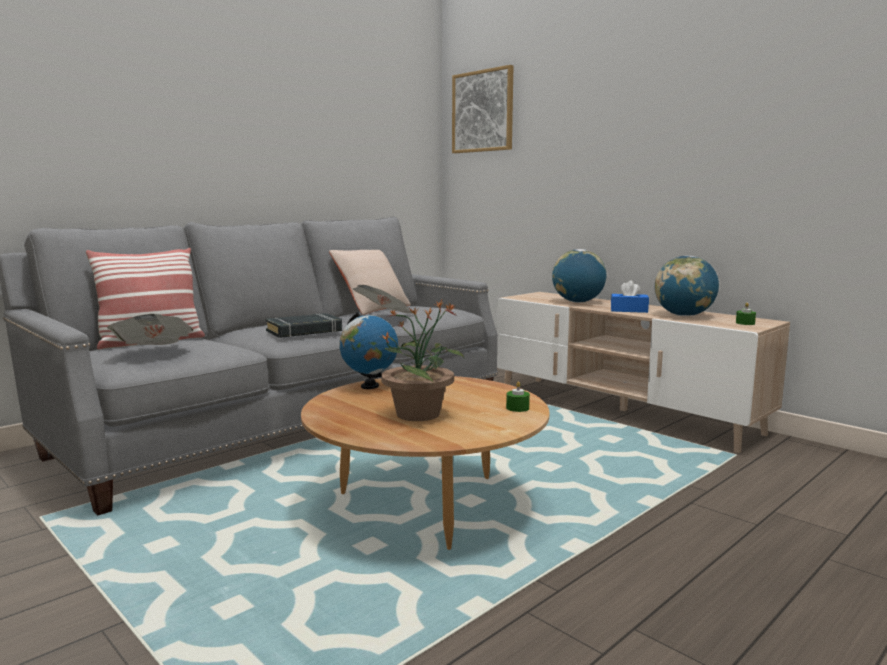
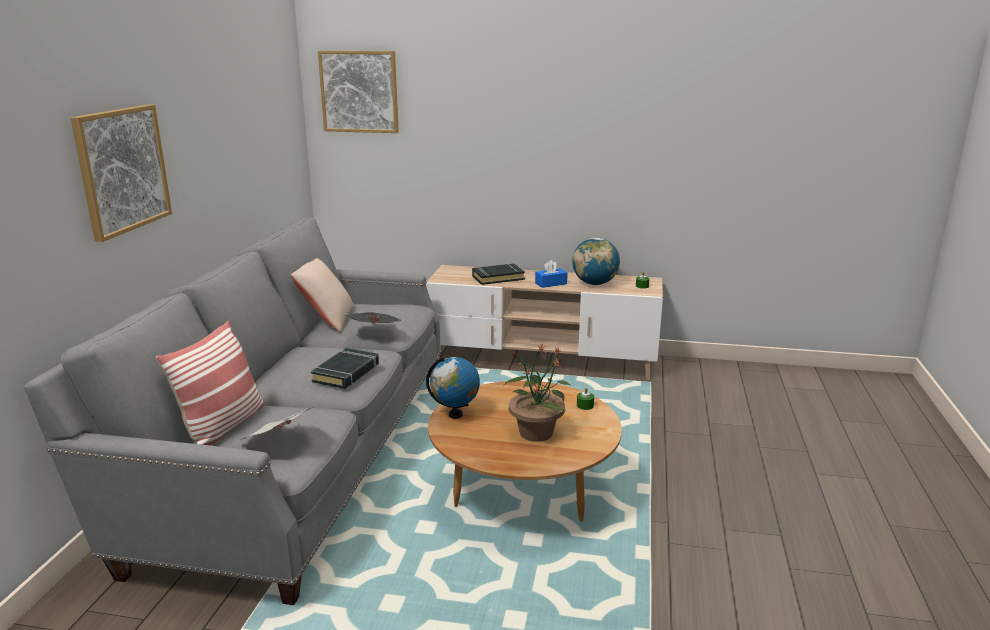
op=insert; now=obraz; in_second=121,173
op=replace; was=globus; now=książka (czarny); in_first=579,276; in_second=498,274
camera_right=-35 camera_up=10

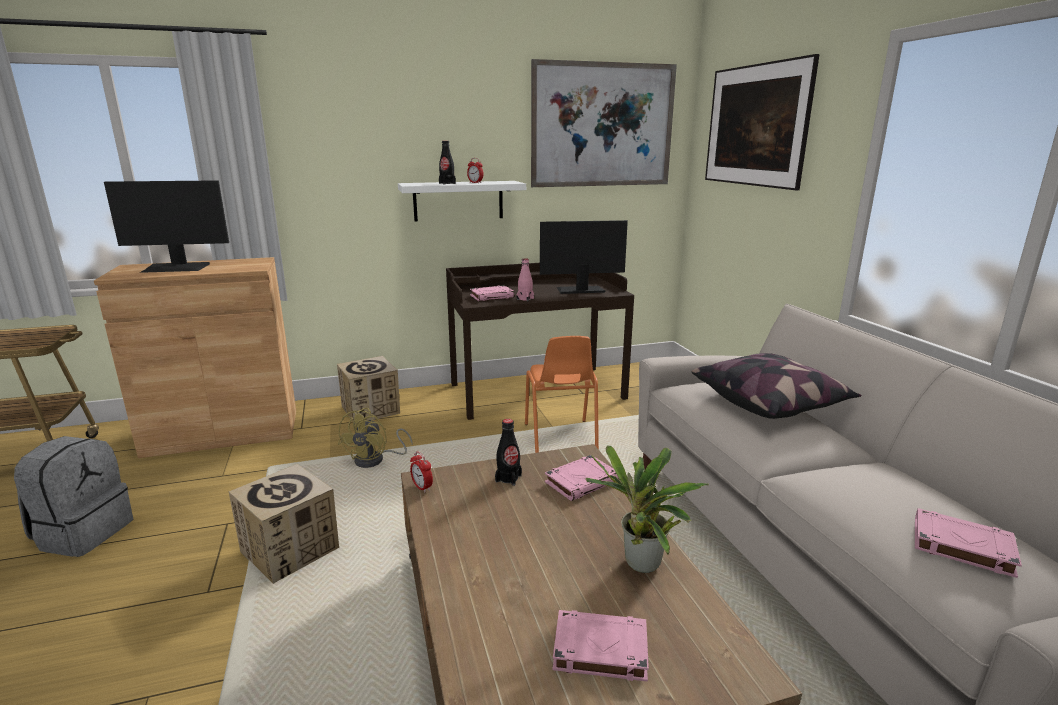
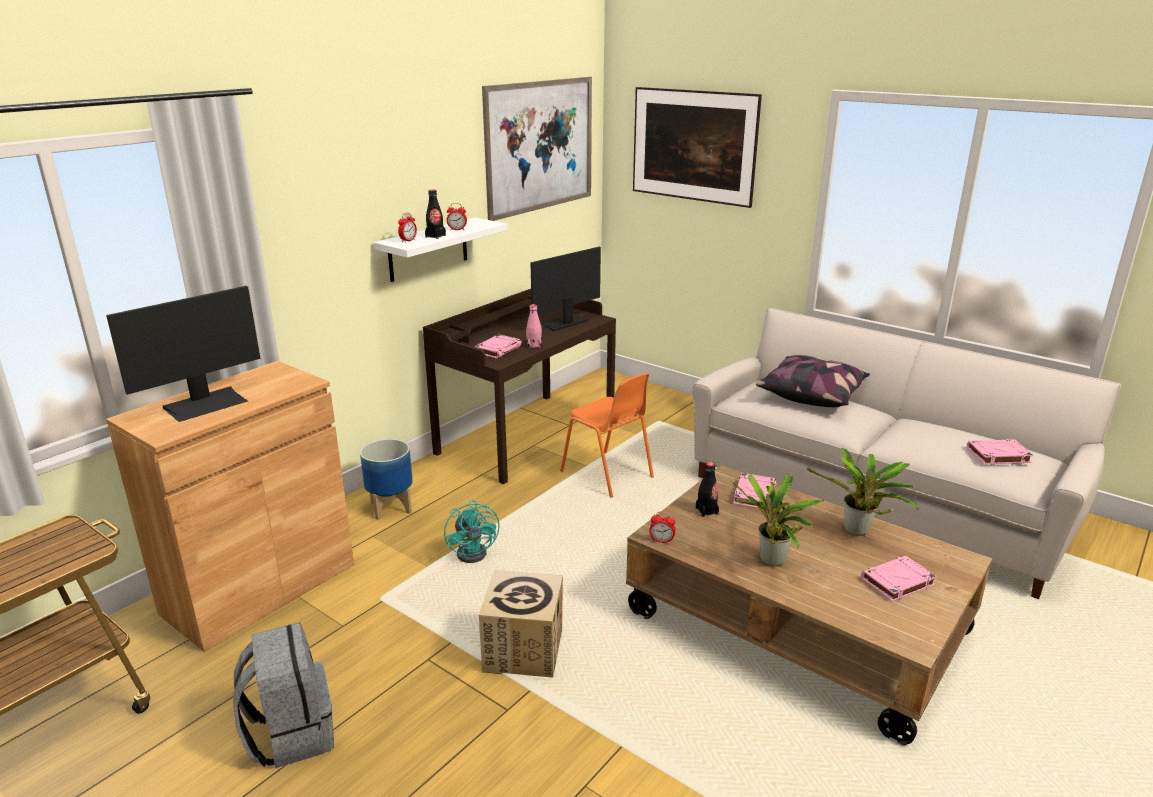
op=insert; now=budzik; in_second=407,227
op=insert; now=roślina doniczkowa; in_second=778,520
op=replace; was=karton; now=donica; in_first=368,389; in_second=386,479
op=recolor; was=wentylator (żółty); now=wentylator (turkusowy); in_first=375,438; in_second=472,531
camera_right=-35 camera_up=5

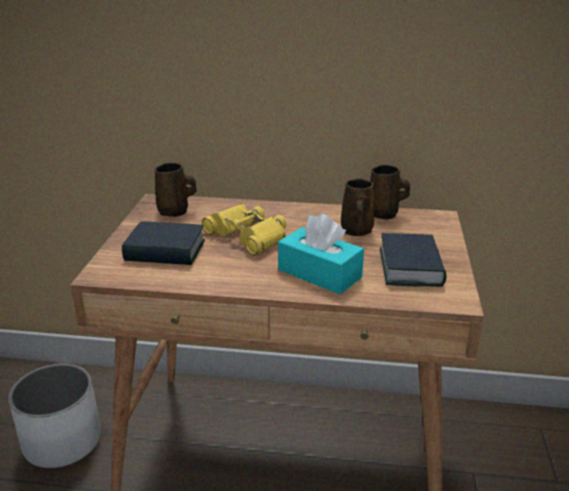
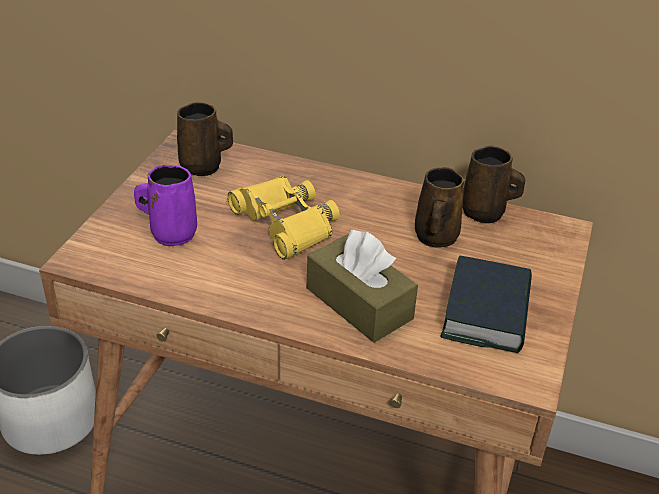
op=replace; was=książka; now=kubek (fioletowy); in_first=163,243; in_second=165,205
op=recolor; was=pudełko chusteczek (turkusowy); now=pudełko chusteczek (brązowy); in_first=321,254; in_second=362,286
camera_right=10 camera_up=10

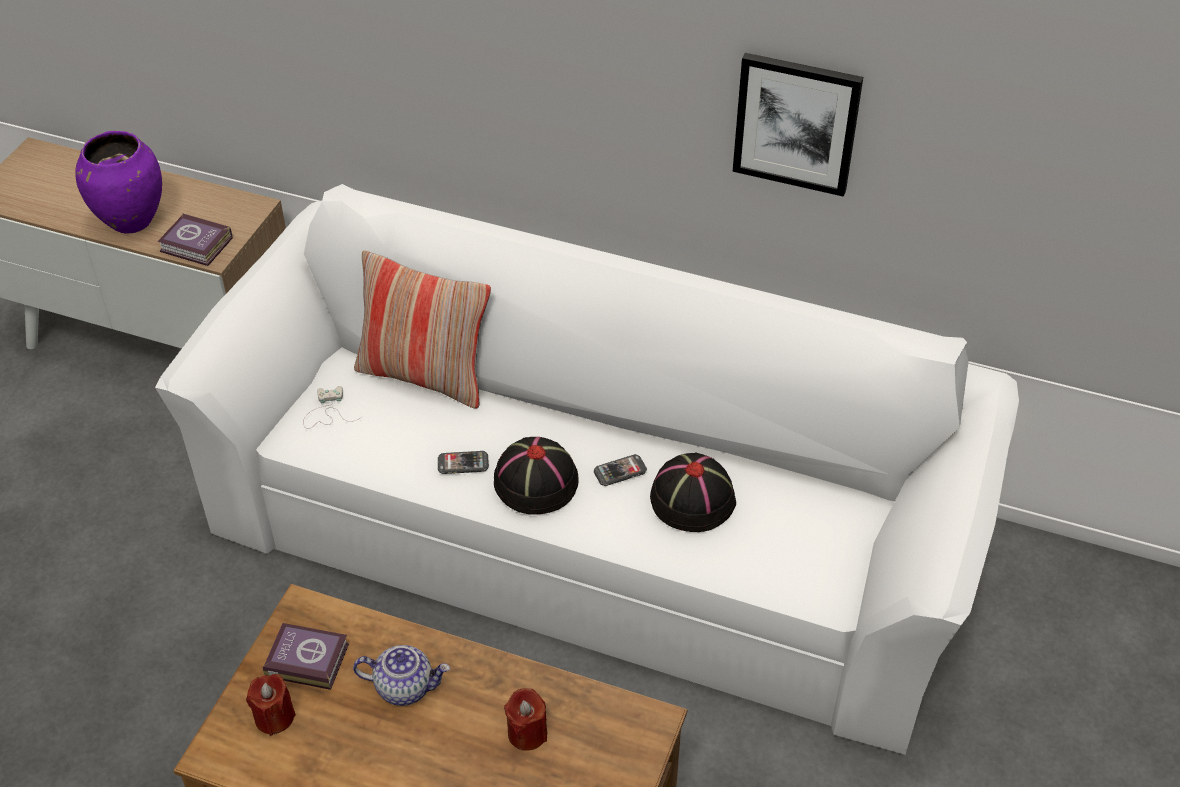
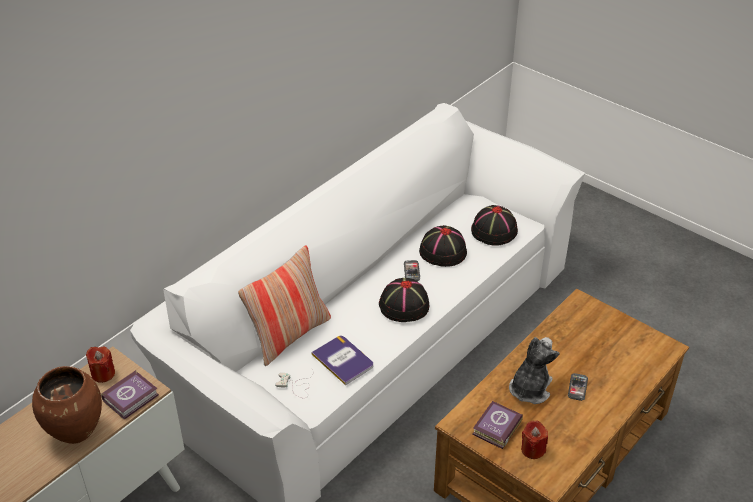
op=delete; was=obraz; in_first=797,125
op=insert; now=książka; in_second=342,360
op=insert; now=kapelusz (czarny); in_second=494,225
op=move; was=telefon; in_first=463,462; in_second=578,387
op=move; was=świeca (czerwony); in_first=525,719; in_second=100,365
op=replace; was=imbryk; now=pluszak; in_first=401,675; in_second=534,370
op=recolor; was=wazon (fioletowy); now=wazon (brązowy); in_first=118,182; in_second=67,405
camera_right=-70 camera_up=-5

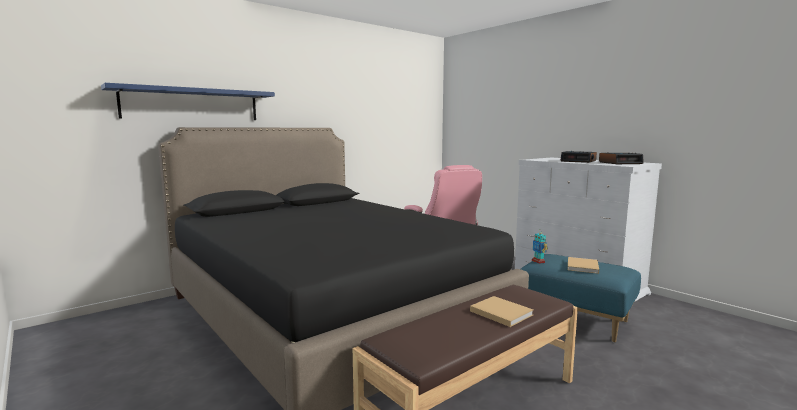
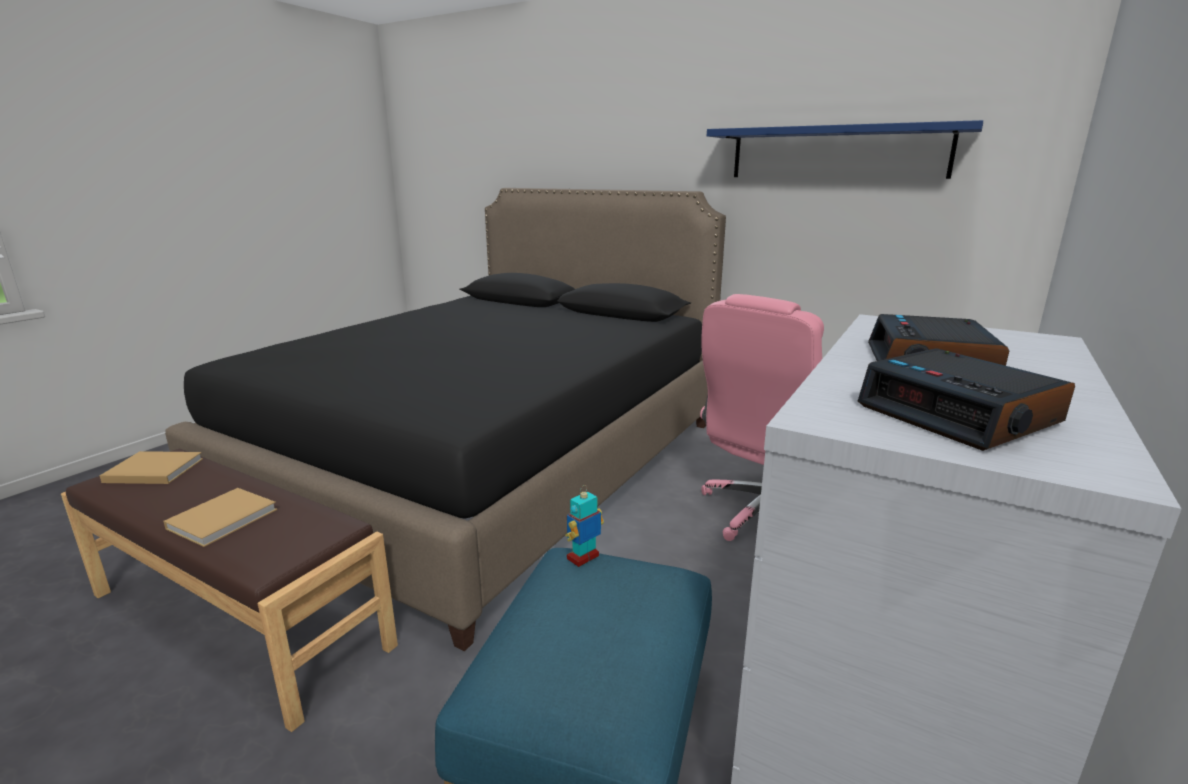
op=move; was=półka (niebieski); in_first=188,101; in_second=845,149
op=move; was=książka (beżowy); in_first=583,265; in_second=151,467
camera_right=70 camera_up=10

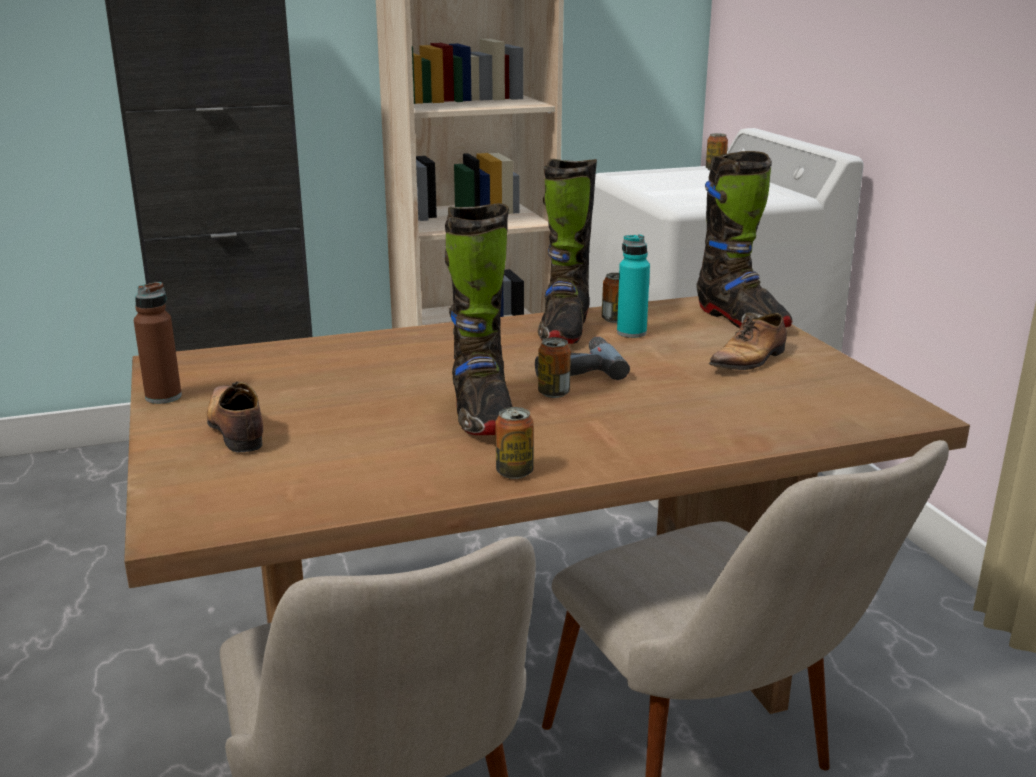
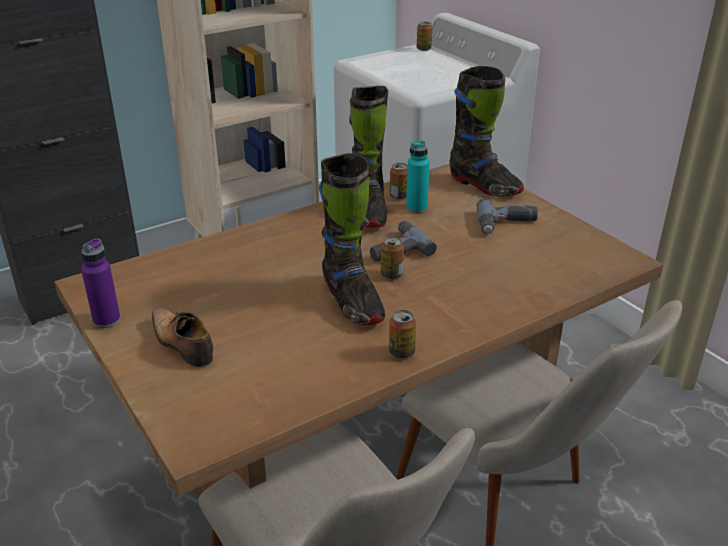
op=replace; was=but; now=wiertarka; in_first=748,345; in_second=507,216
op=recolor; was=butelka (brązowy); now=butelka (fioletowy); in_first=158,343; in_second=101,283
camera_right=-15 camera_up=10

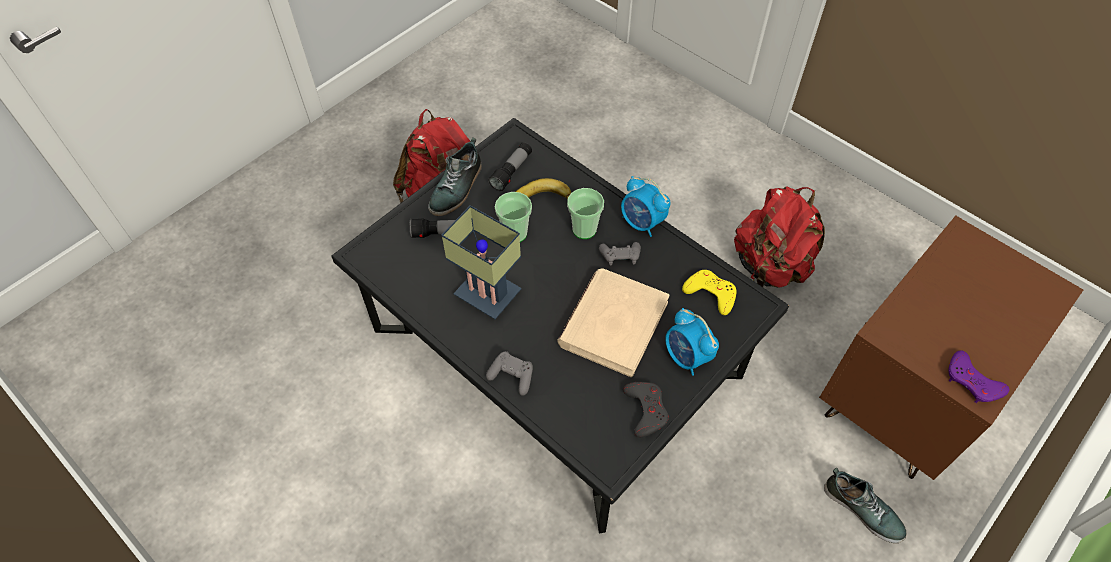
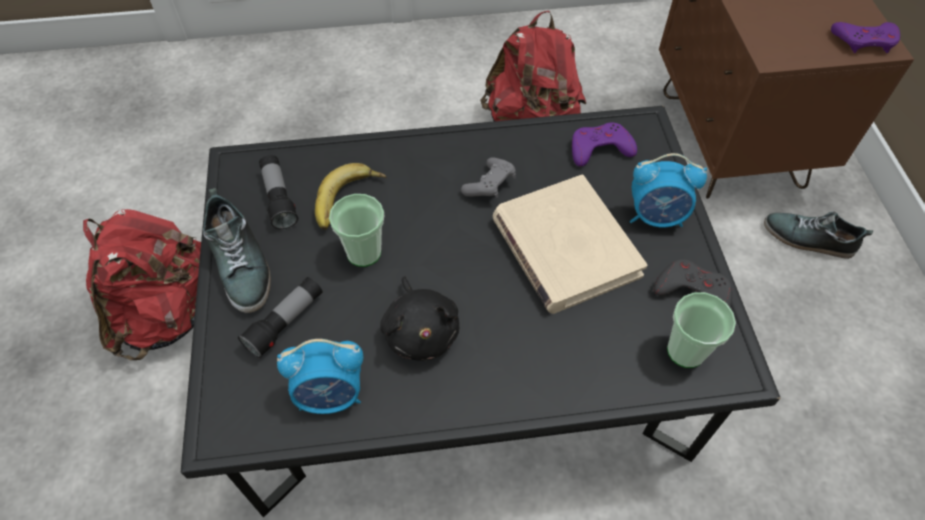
op=delete; was=pad do gier (szary); in_first=509,373
op=move; was=filiżanka; in_first=585,213; in_second=701,330
op=move; was=budzik; in_first=645,206; in_second=320,376
op=replace; was=lampa stołowa; now=pluszak (czarny); in_first=481,262; in_second=419,318
op=recolor; was=pad do gier (żółty); now=pad do gier (fioletowy); in_first=709,292; in_second=604,144
op=rotate; was=but; in_first=865,505; in_second=818,235; clockwise=-150
camera_right=-50 camera_up=0

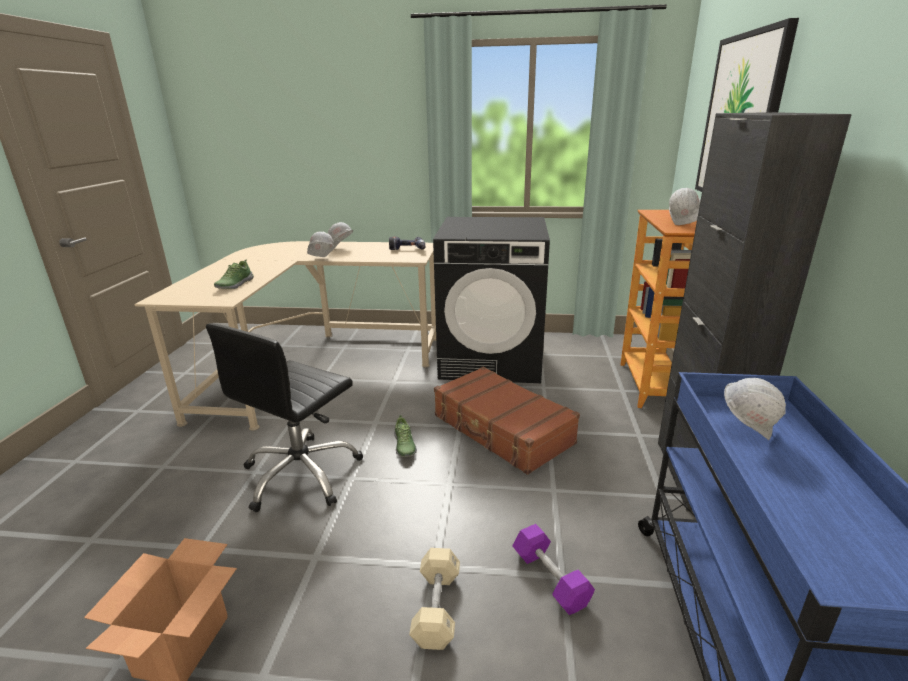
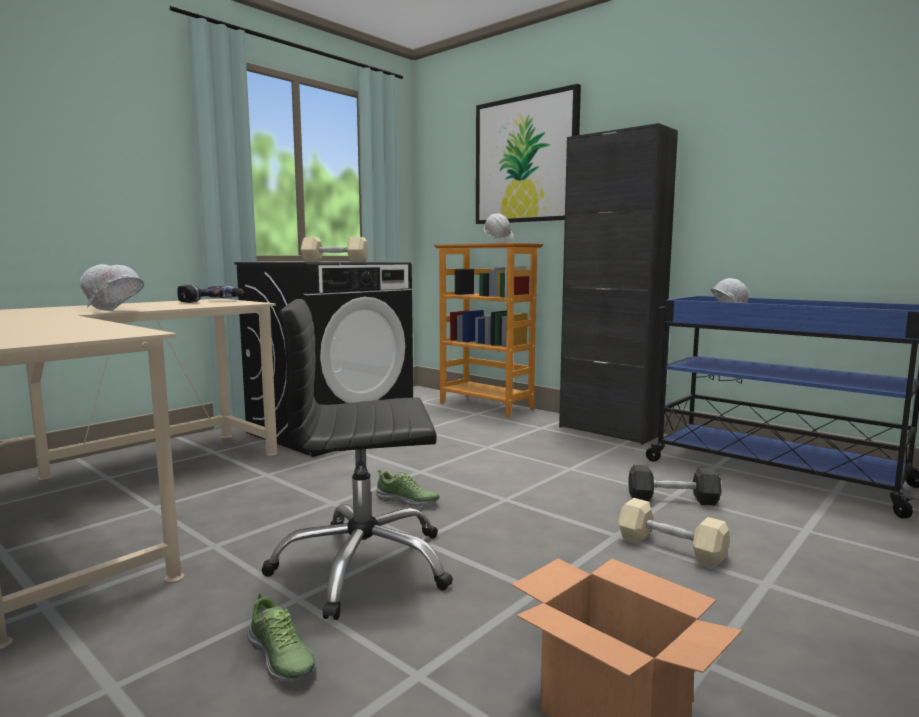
op=delete; was=walizka (brązowy); in_first=507,421
op=insert; now=hantel (beżowy); in_second=335,249
op=move; was=but; in_first=234,274; in_second=282,637
op=recolor; was=hantel (fioletowy); now=hantel (czarny); in_first=553,569; in_second=675,485
op=rotate; was=krzesło biurowe (czarny); in_first=284,417; in_second=357,459; clockwise=105
camera_right=-55 camera_up=-15

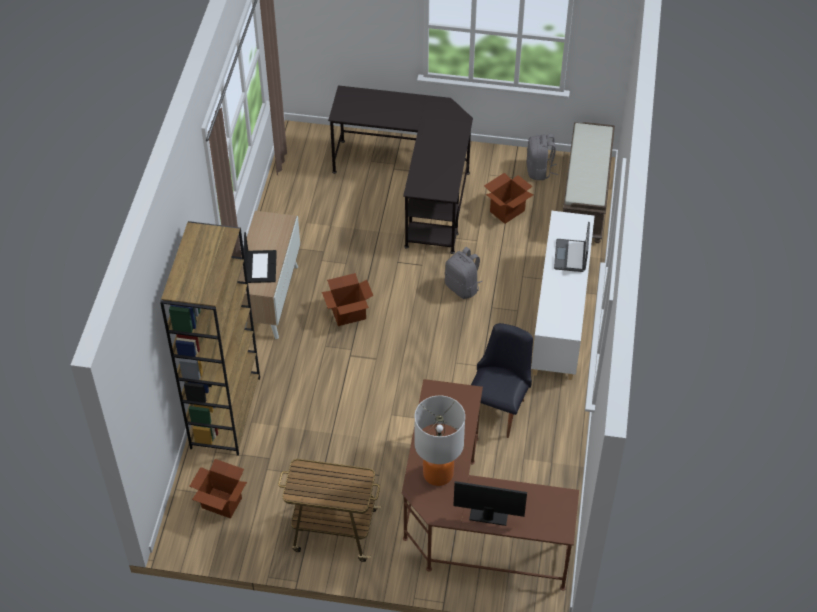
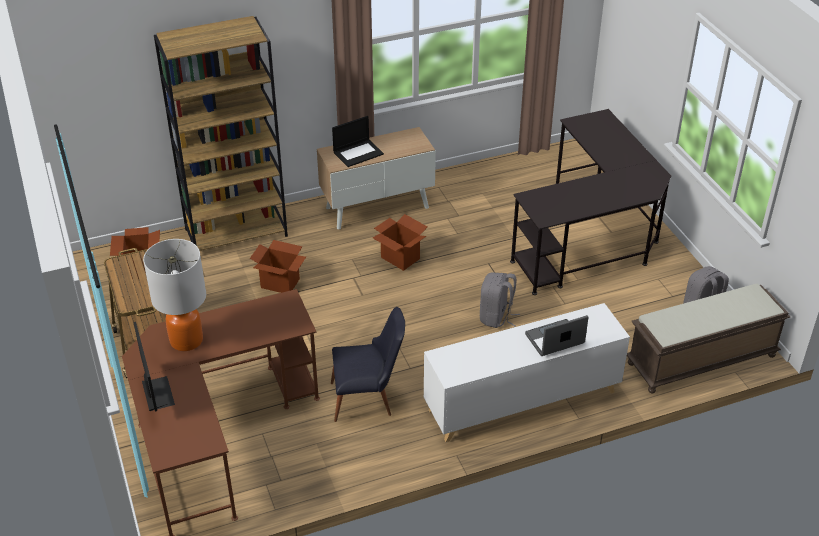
op=move; was=karton; in_first=509,198; in_second=278,266
camera_right=60 camera_up=-10

